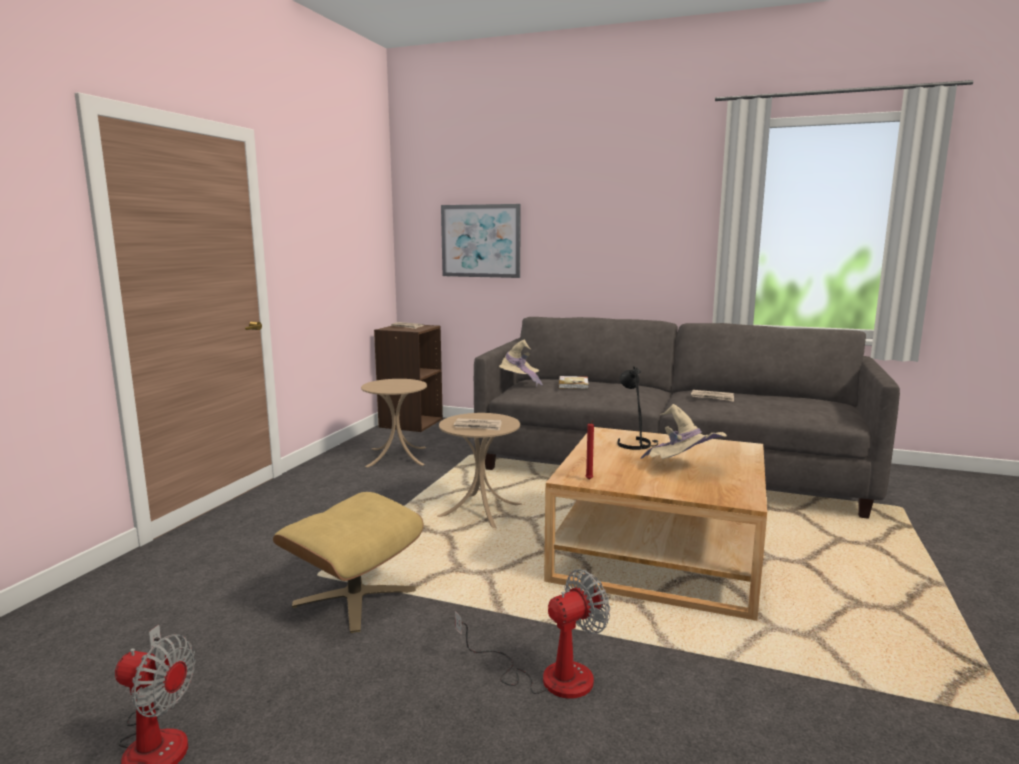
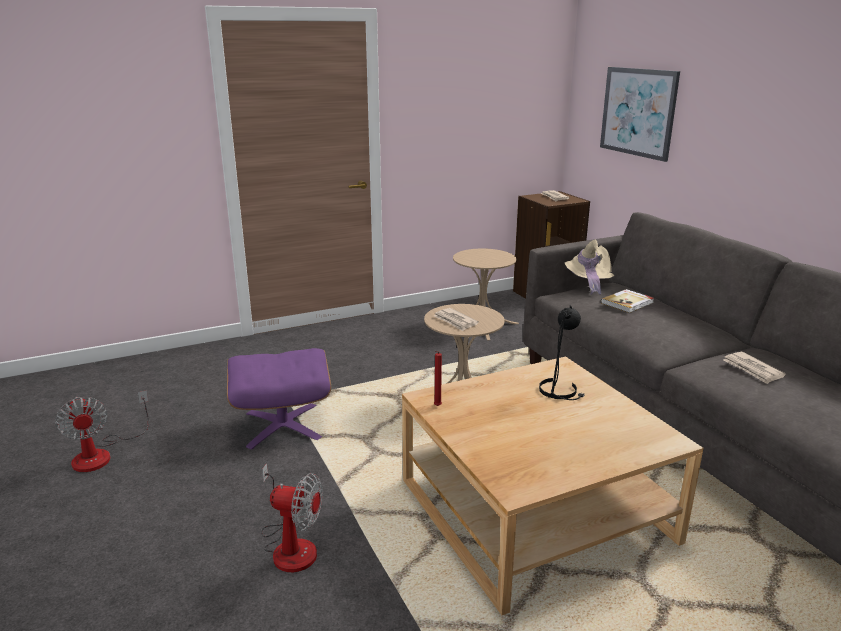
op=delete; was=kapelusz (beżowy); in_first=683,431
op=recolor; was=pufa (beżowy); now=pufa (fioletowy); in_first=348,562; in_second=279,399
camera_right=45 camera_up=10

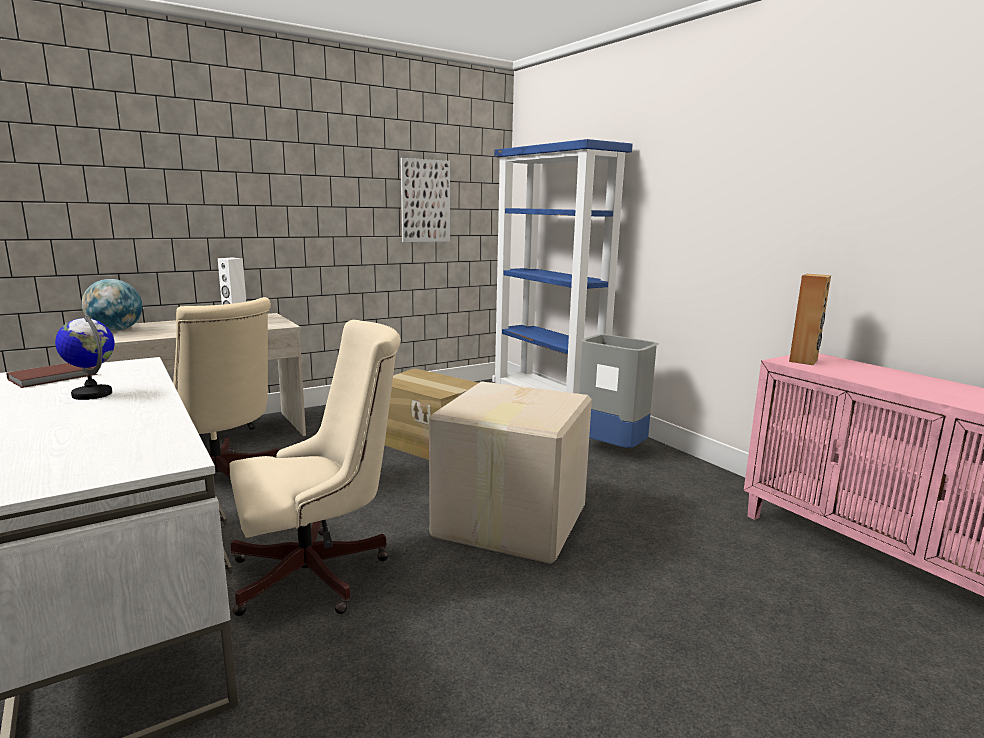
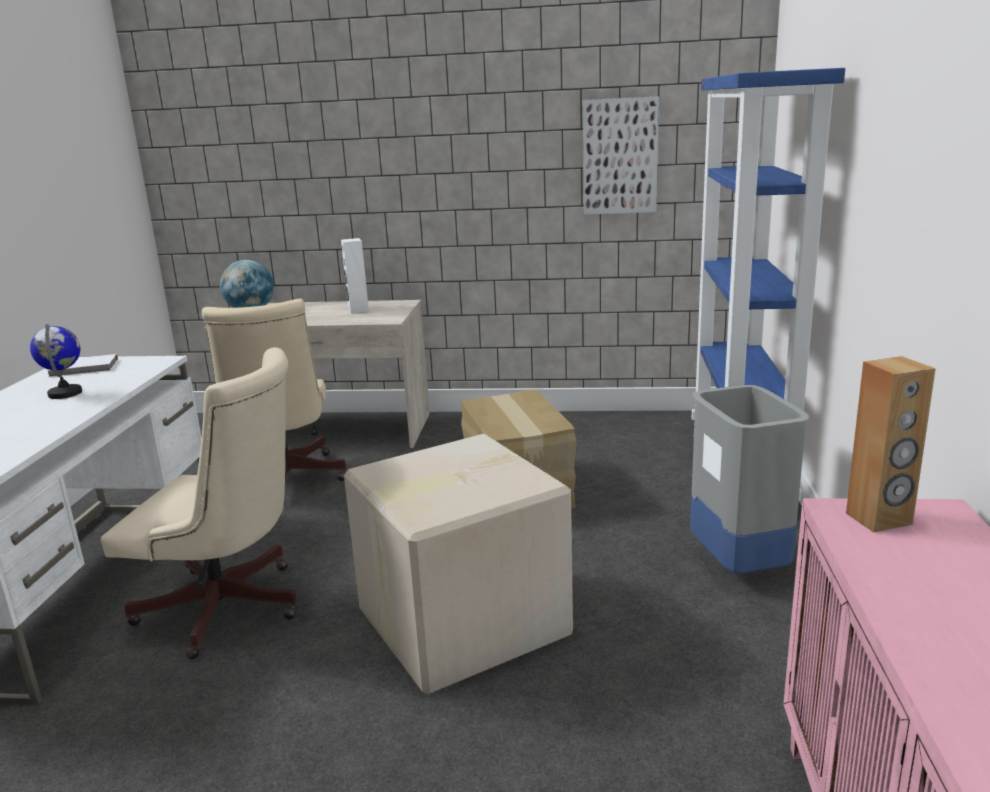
op=recolor; was=książka (brązowy); now=książka (biały); in_first=51,375; in_second=82,365
camera_right=40 camera_up=5

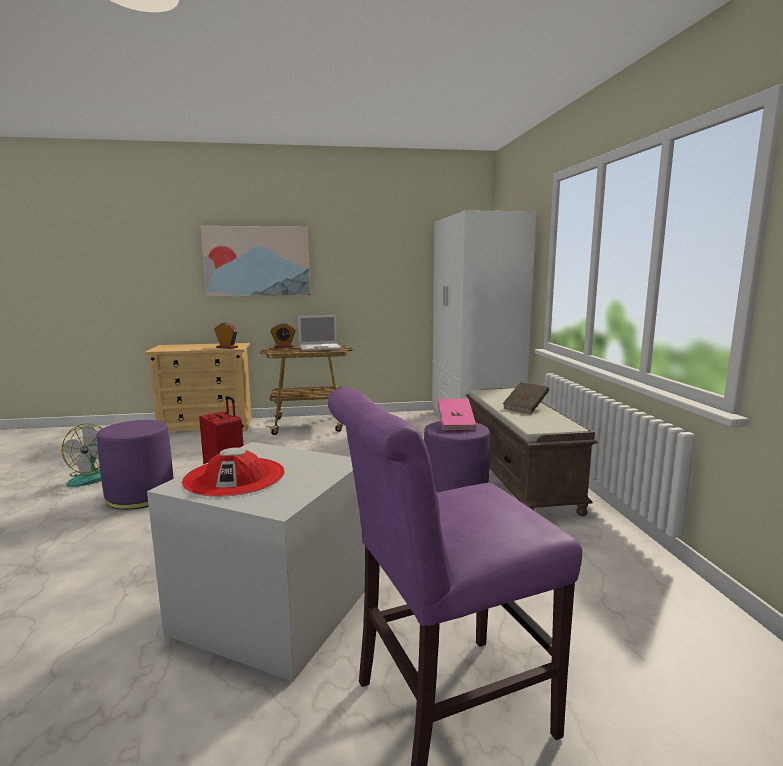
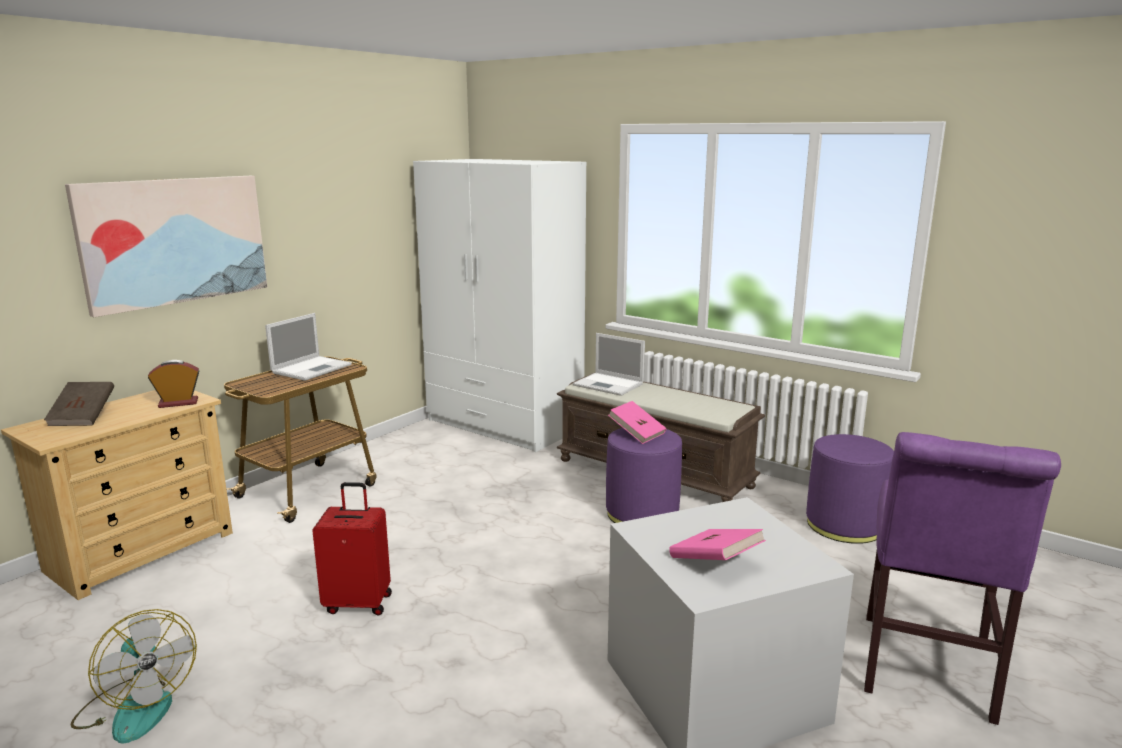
op=delete; was=budzik; in_first=282,335
op=insert; now=laptop; in_second=609,364
op=move; was=pufa (fioletowy); in_first=134,465; in_second=850,489
op=move; was=książka (brązowy); in_first=526,398; in_second=79,404
op=replace; was=kapelusz (czerwony); now=książka (różowy); in_first=233,472; in_second=717,544
camera_right=-45 camera_up=5

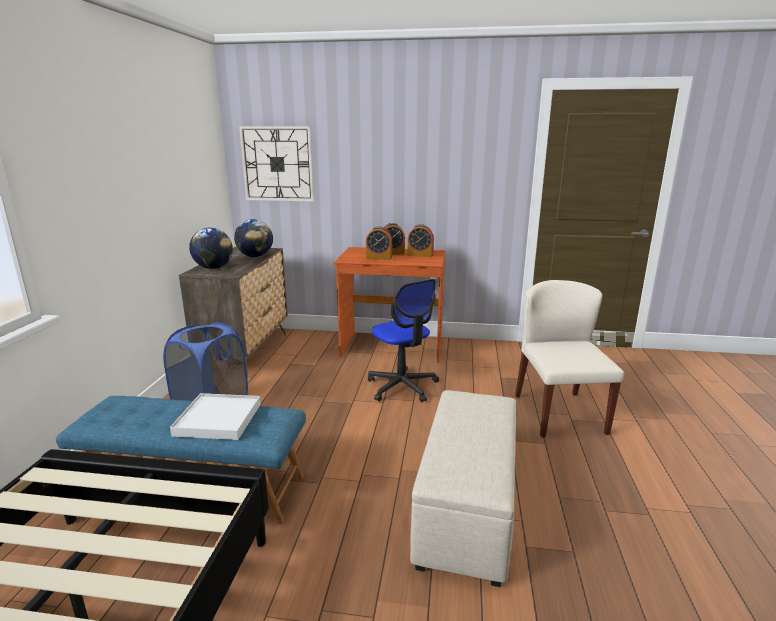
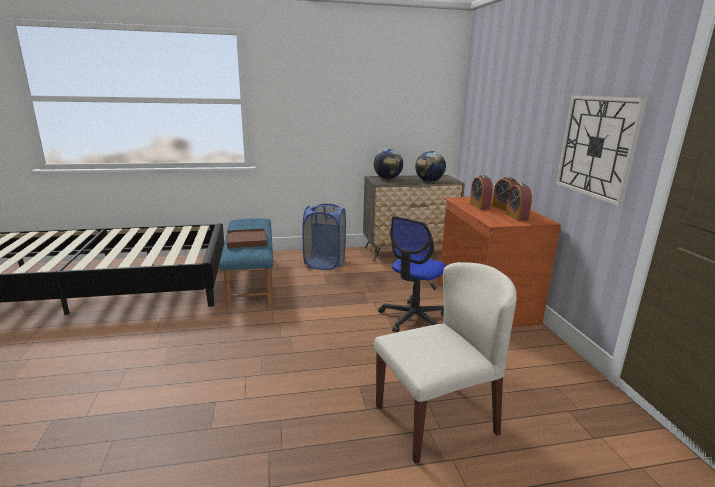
op=delete; was=pufa (beżowy); in_first=463,488
op=move; was=zegar ścienny; in_first=276,163; in_second=601,150
op=recolor; was=taca (biały); now=taca (brązowy); in_first=215,416; in_second=247,238
camera_right=70 camera_up=0

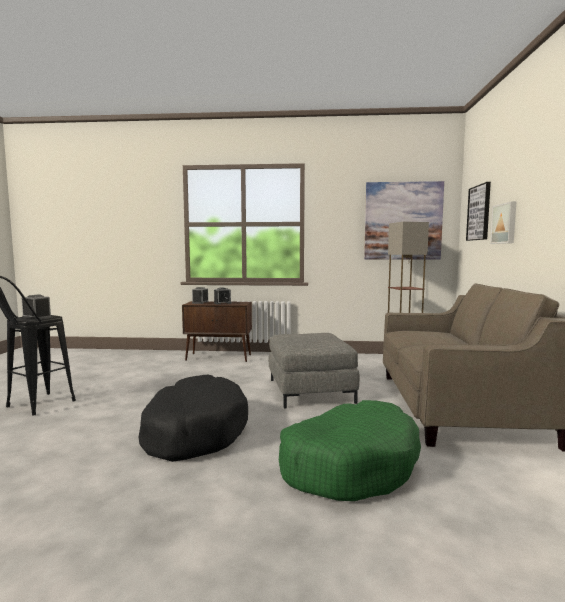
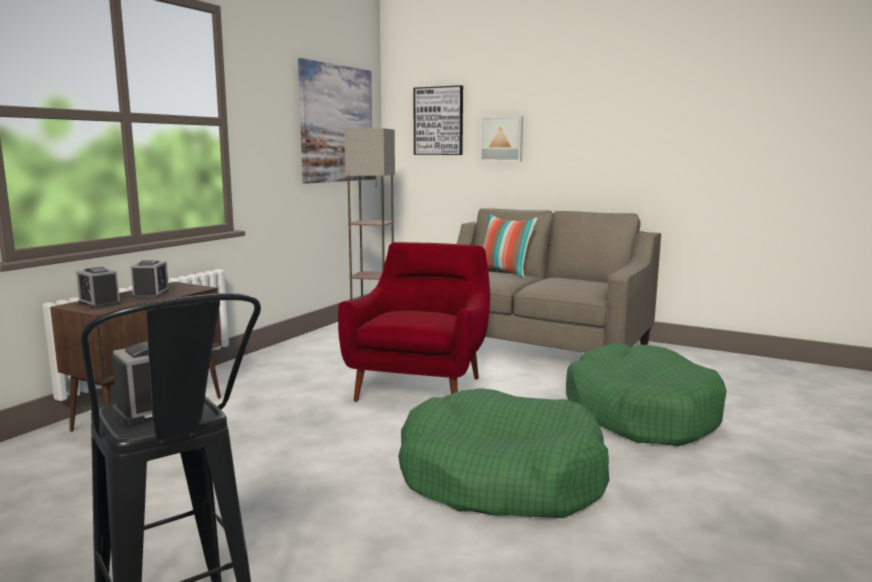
op=insert; now=poduszka; in_second=510,245
op=replace; was=pufa (szary); now=fotel (czerwony); in_first=314,371; in_second=414,322
op=recolor; was=legowisko (czarny); now=legowisko (zielony); in_first=193,418; in_second=503,453
camera_right=-65 camera_up=5

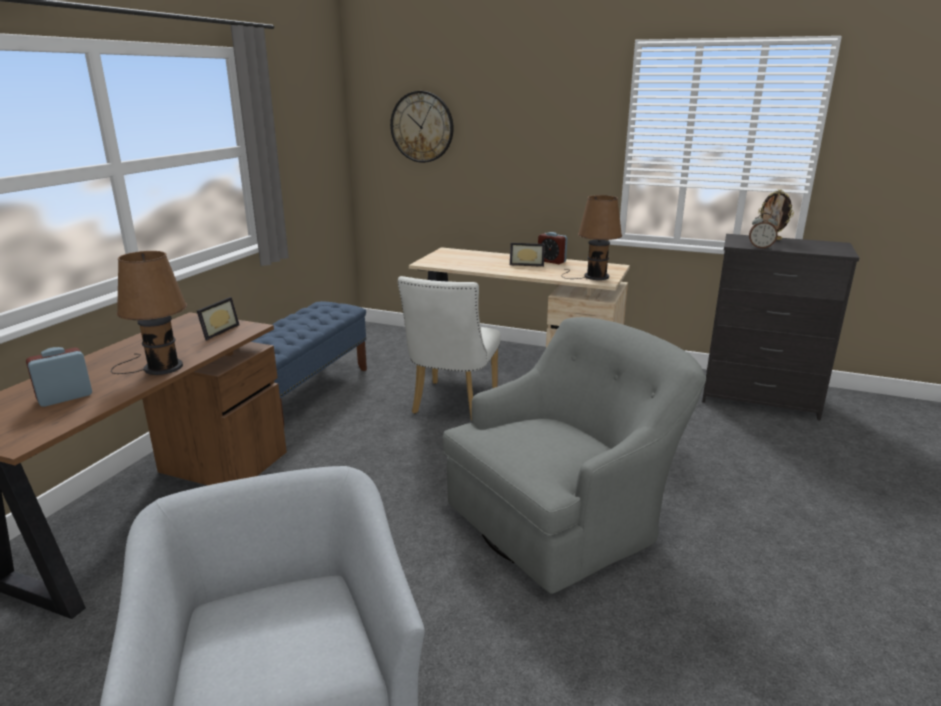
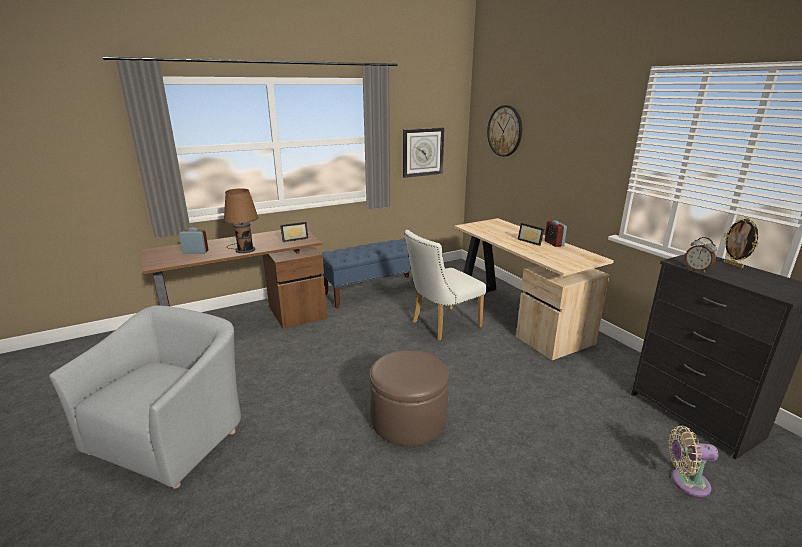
op=delete; was=lampa stołowa (brązowy); in_first=592,237
op=insert; now=zegar ścienny; in_second=423,153
op=insert; now=wentylator (beżowy); in_second=693,461
op=replace; was=fotel (szary); now=pufa (brązowy); in_first=574,455; in_second=409,398
camera_right=40 camera_up=0

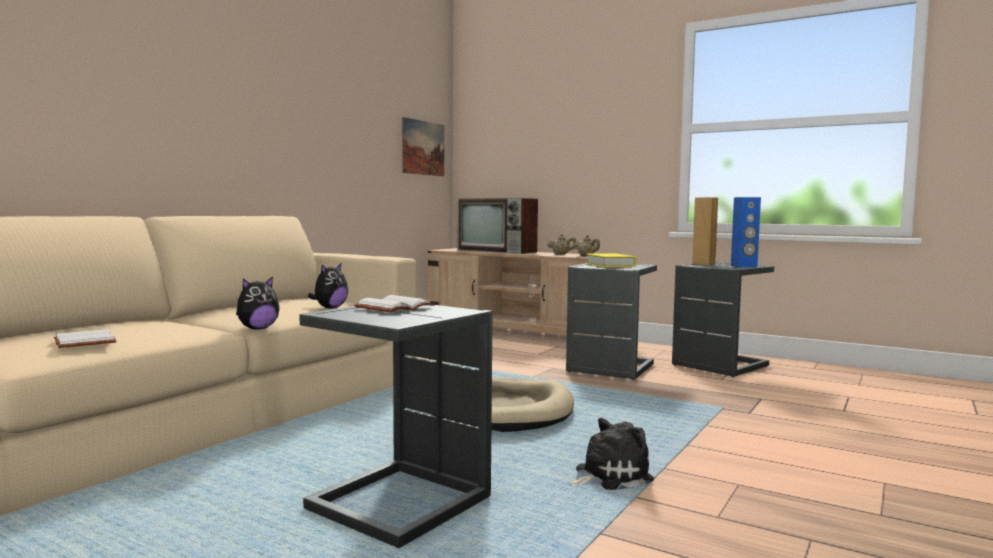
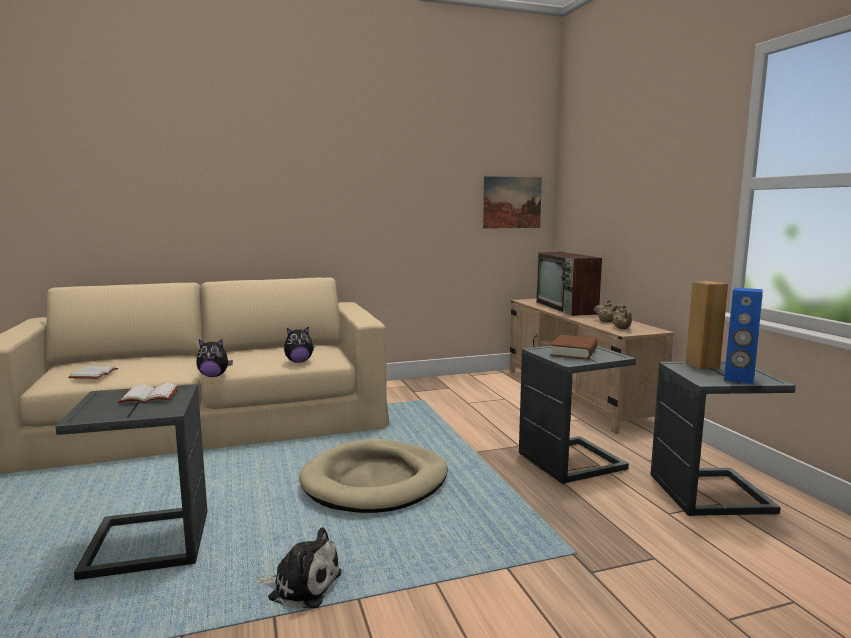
op=recolor; was=książka (żółty); now=książka (brązowy); in_first=611,260; in_second=573,347
camera_right=40 camera_up=5

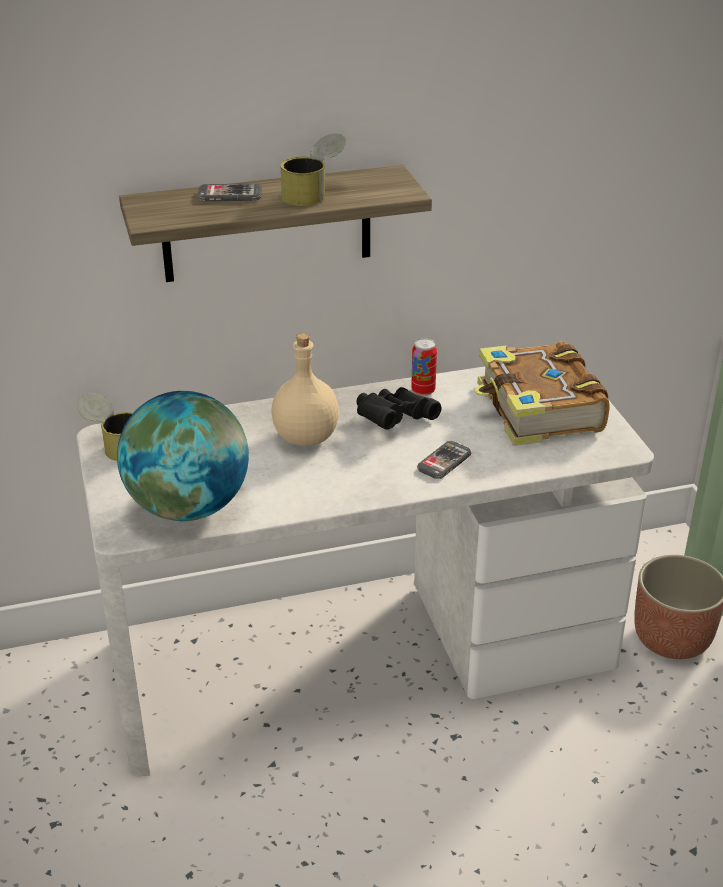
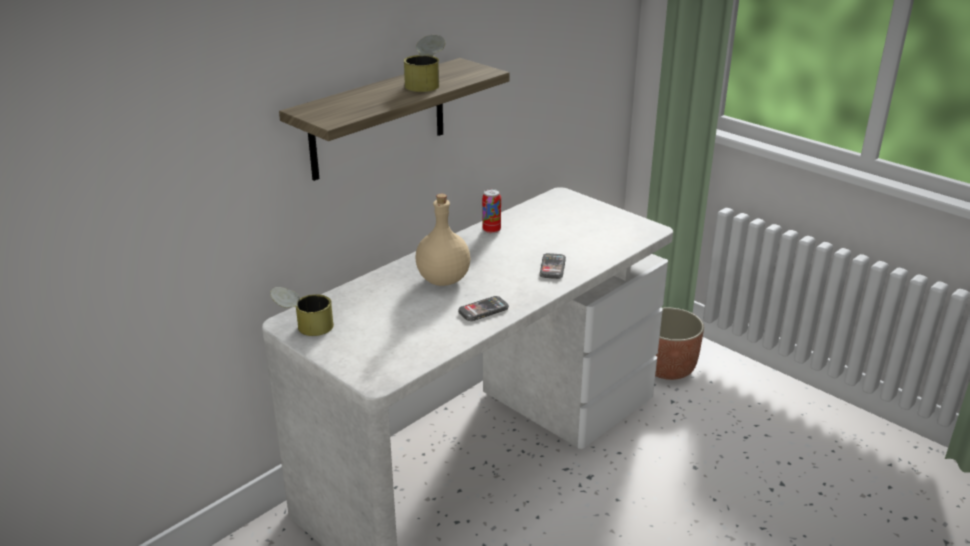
op=delete; was=globus; in_first=183,456
op=delete; was=lornetka (czarny); in_first=399,408
op=delete; was=książka; in_first=542,393
op=move; was=telefon; in_first=229,192; in_second=483,308
camera_right=-30 camera_up=-5

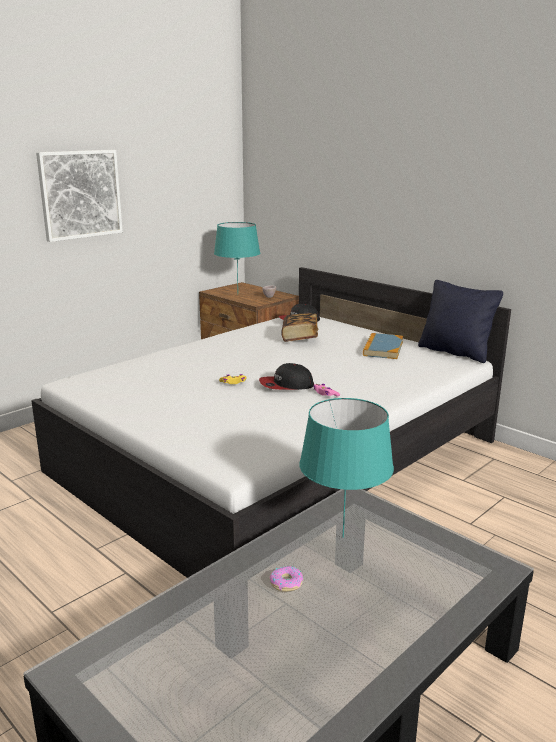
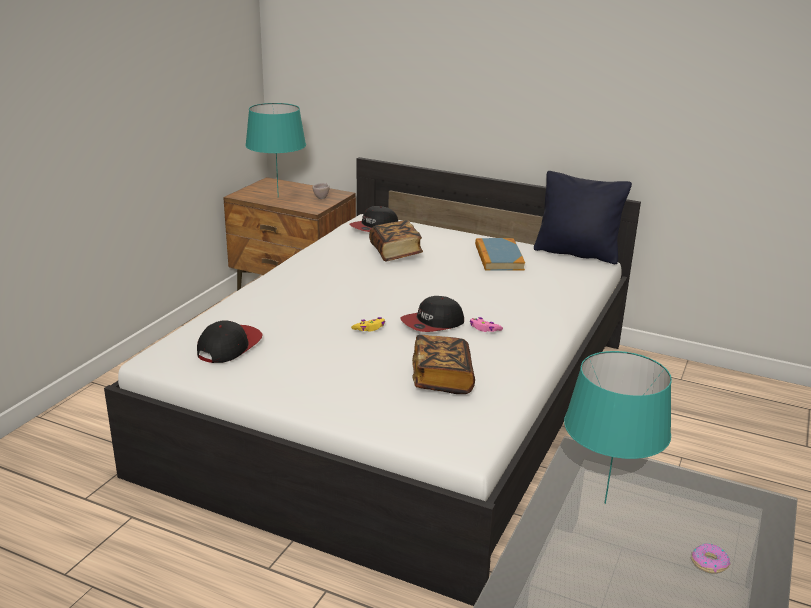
op=delete; was=obraz; in_first=79,196
op=insert; now=czapka z daszkiem; in_second=230,341
op=insert; now=książka; in_second=443,364
op=move; was=donut; in_first=286,579; in_second=710,558
camera_right=-20 camera_up=5

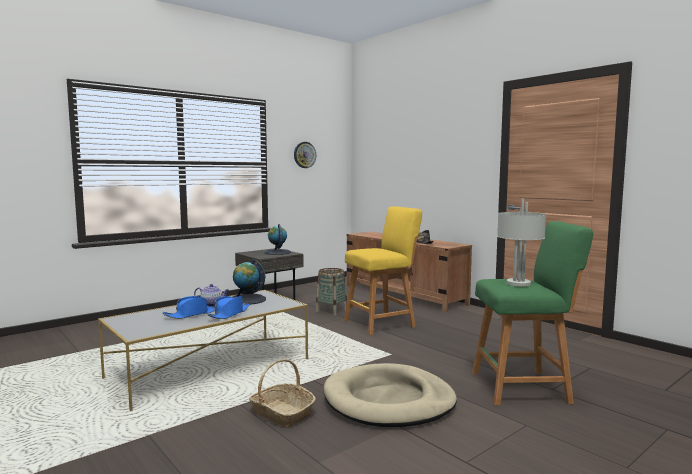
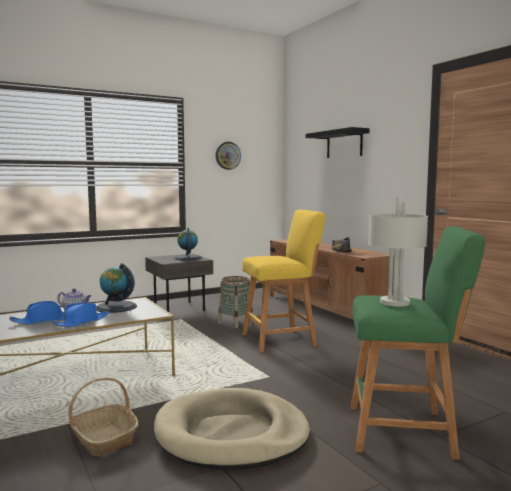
op=insert; now=półka (czarny); in_second=338,142
camera_right=10 camera_up=0

